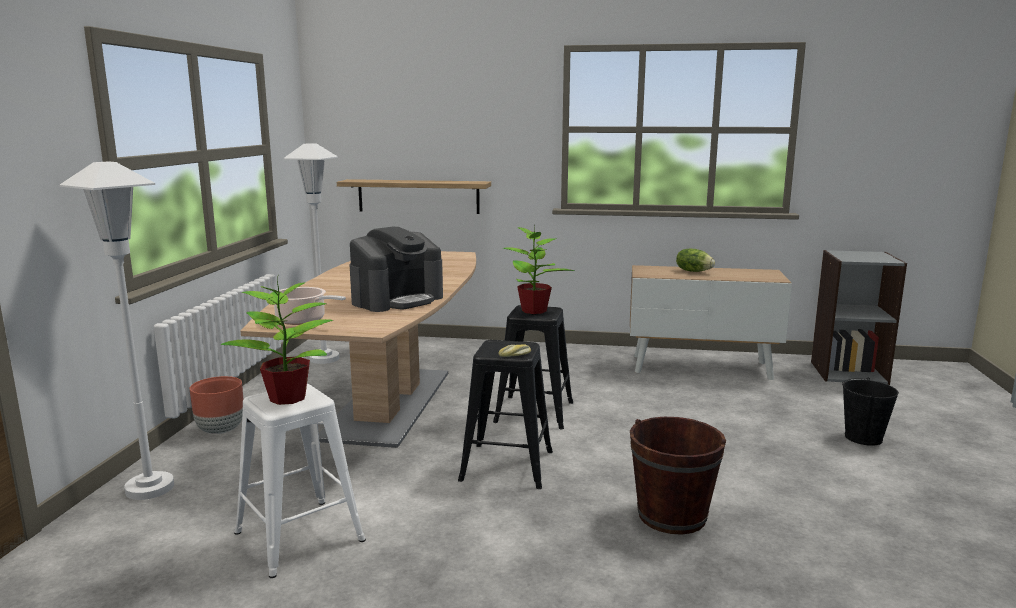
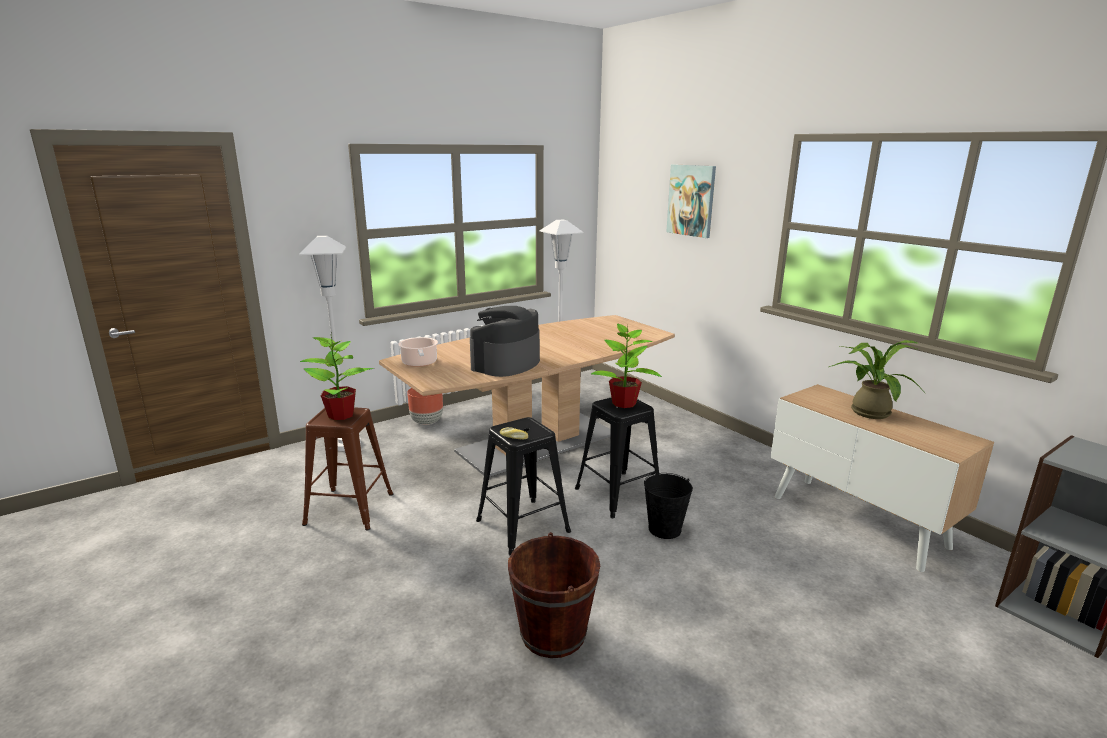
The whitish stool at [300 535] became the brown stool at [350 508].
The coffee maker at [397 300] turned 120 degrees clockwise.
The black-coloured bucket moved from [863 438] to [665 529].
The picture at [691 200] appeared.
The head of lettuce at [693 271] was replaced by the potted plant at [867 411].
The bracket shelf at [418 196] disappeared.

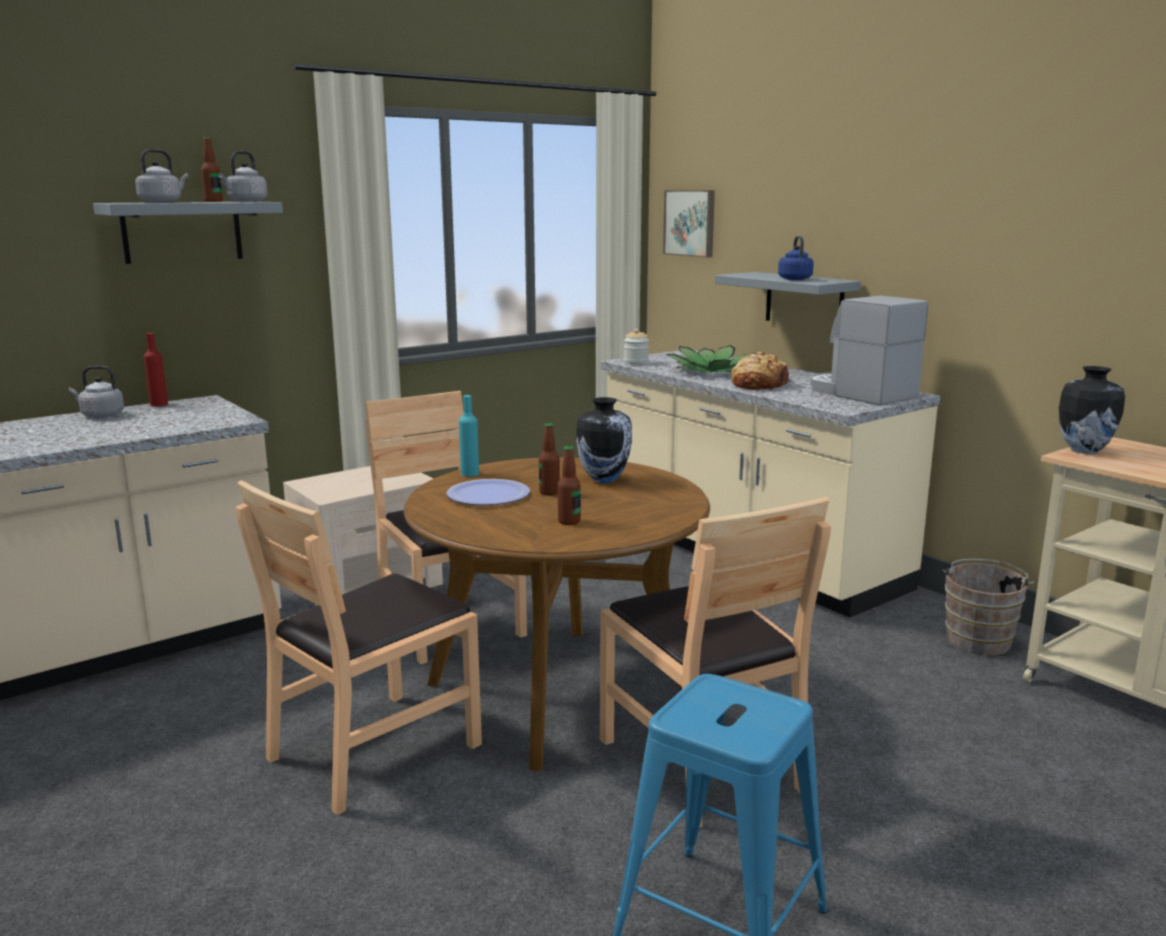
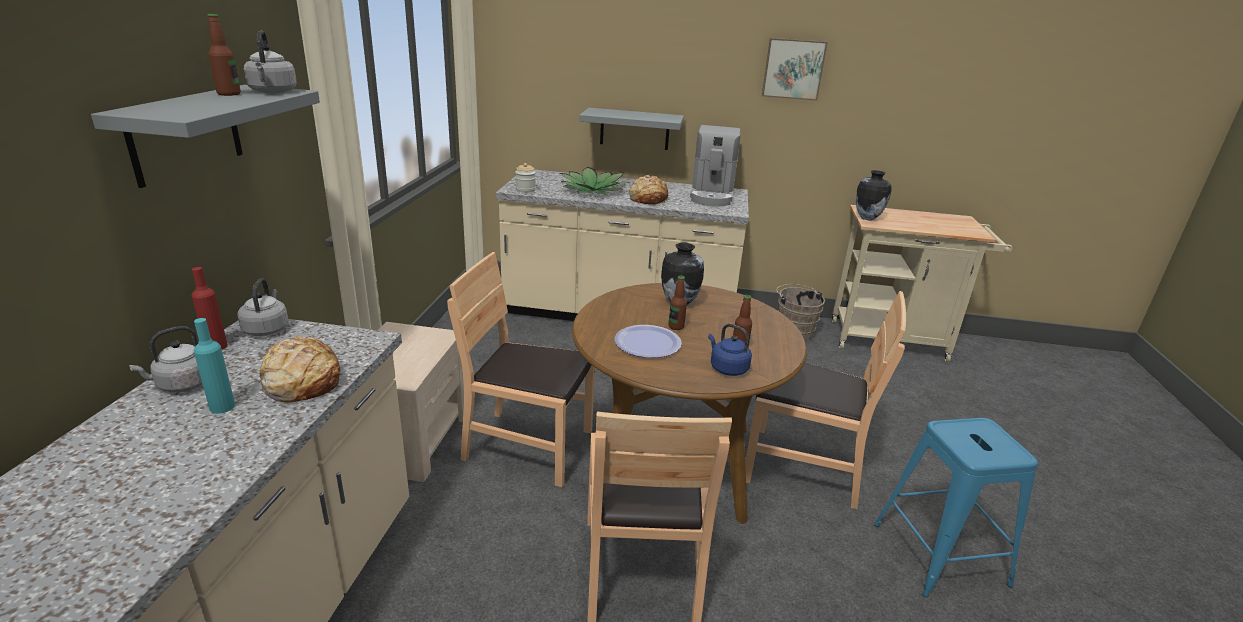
The turquoise-coloured bottle moved from [470 474] to [222 407].
The greyish tea kettle moved from [162 202] to [267 328].
The bakery bread at [301 382] appeared.
The coffee maker at [859 393] turned 90 degrees counterclockwise.
The blue-coloured tea kettle moved from [794 279] to [727 368].
The picture moved from [690 223] to [793 69].

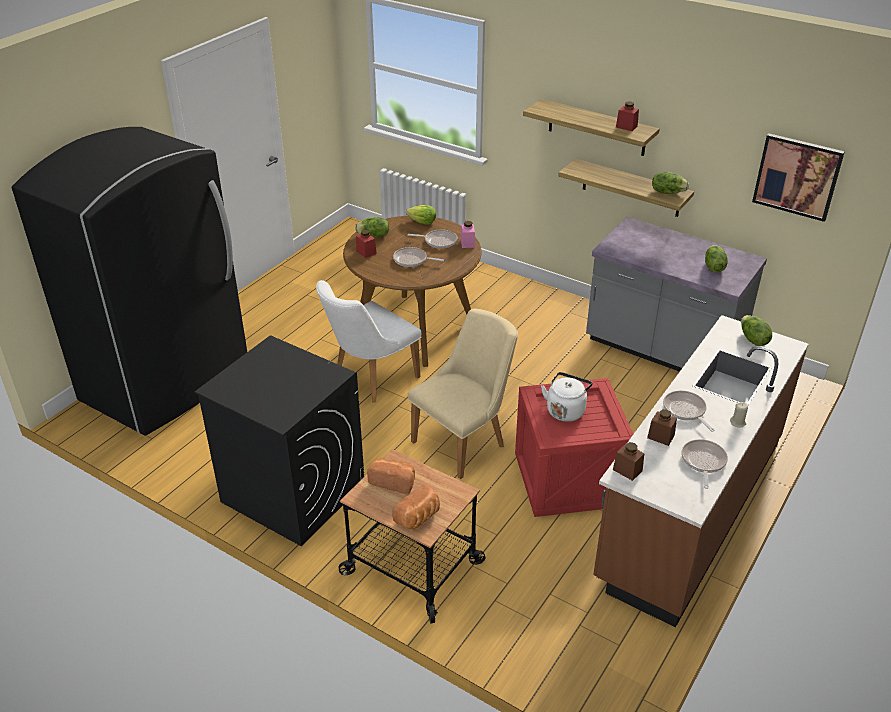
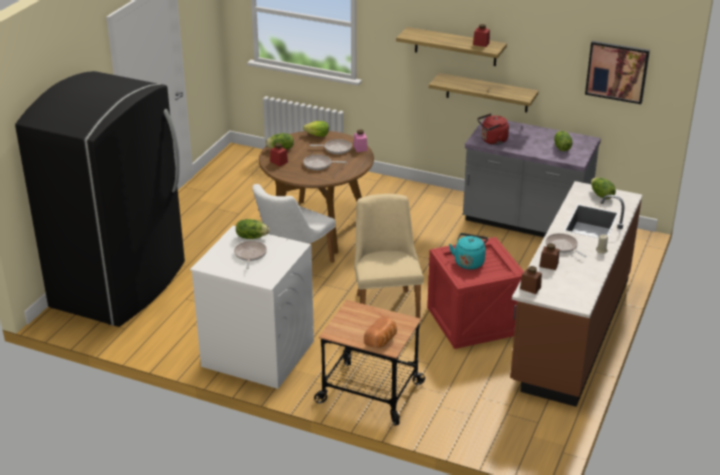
The black-coloured washing machine at [292 492] became the whitish washing machine at [257 353].
The skillet moved from [703 462] to [250 255].
The head of lettuce moved from [667 192] to [251 237].
The beige chair at [465 440] turned 45 degrees counterclockwise.
The whitish tea kettle at [566 410] became the turquoise-coloured tea kettle at [469 262].
The red-coloured tea kettle at [492 141] appeared.
The bakery bread at [393 481] disappeared.

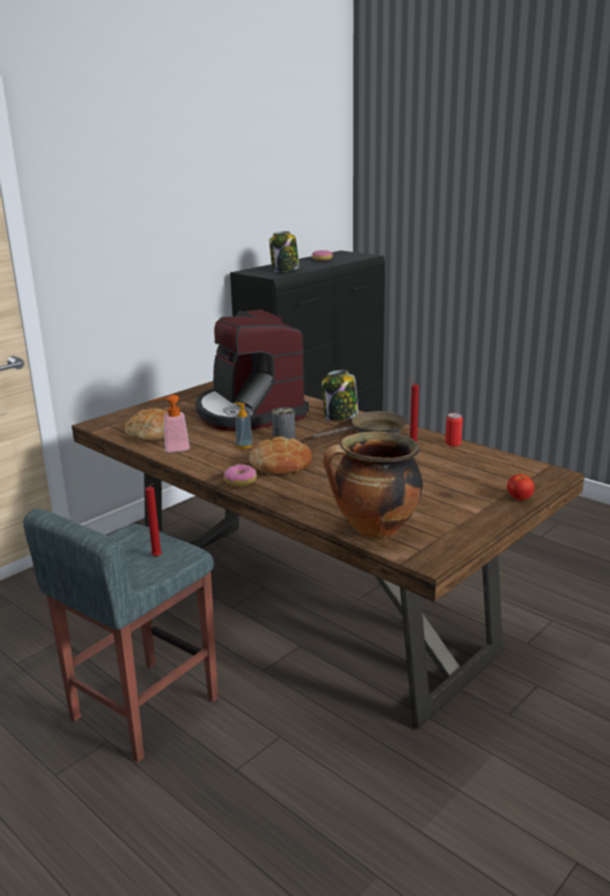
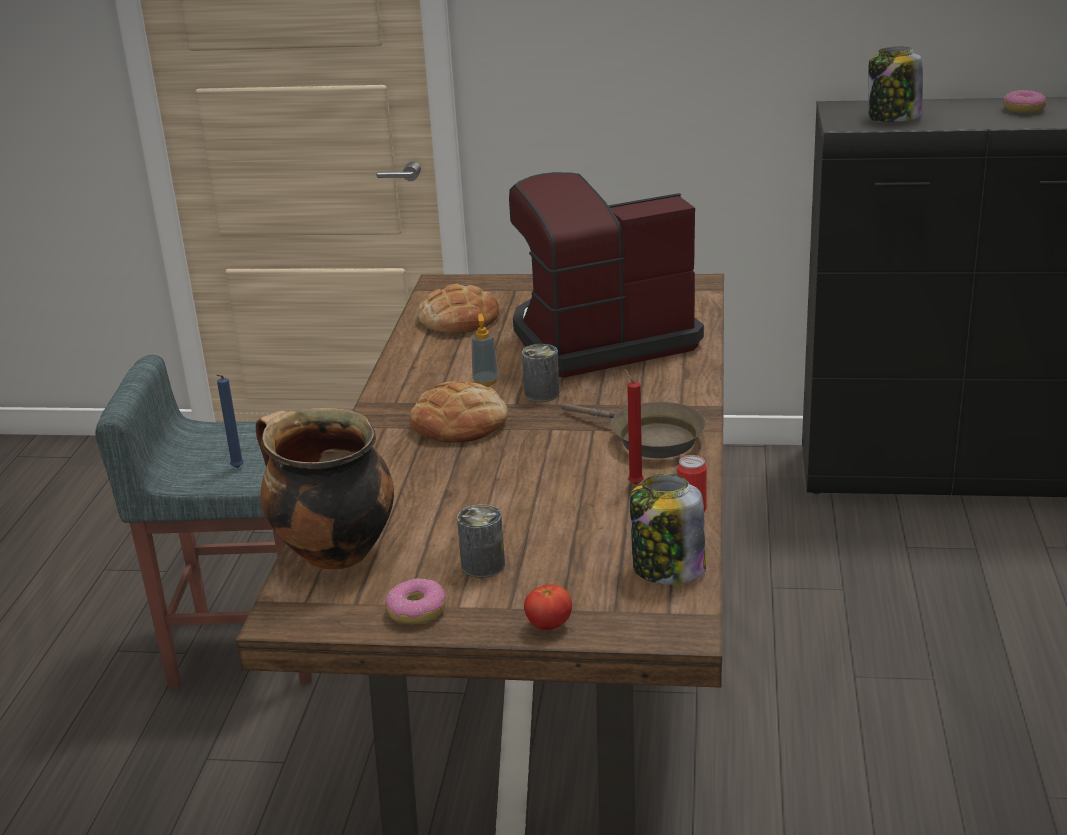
The red-coloured wax light at [157 557] became the blue-coloured wax light at [236 469].
The doughnut moved from [240 481] to [416 610].
The metal can at [483 565] appeared.
The coffee maker at [249 412] turned 45 degrees clockwise.
The jar moved from [340 416] to [667 569].
The liquid soap bottle at [171 448] disappeared.

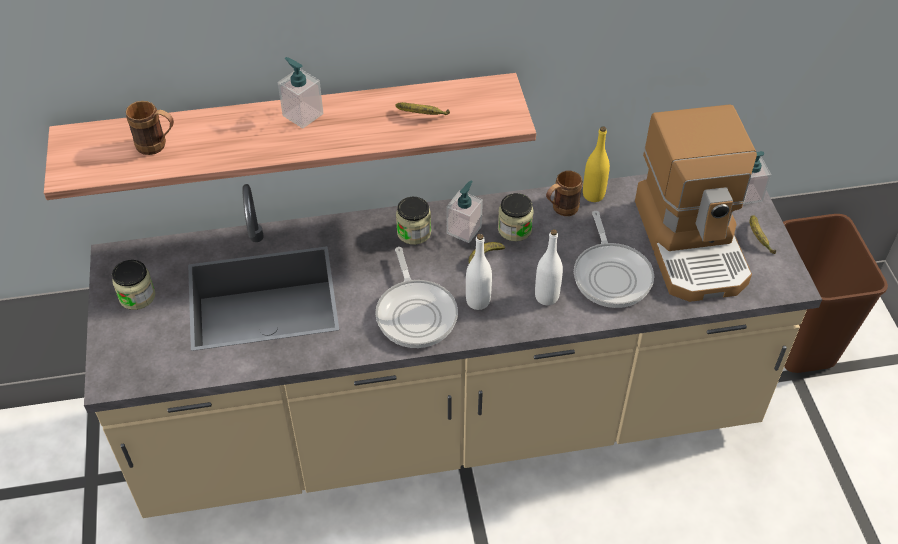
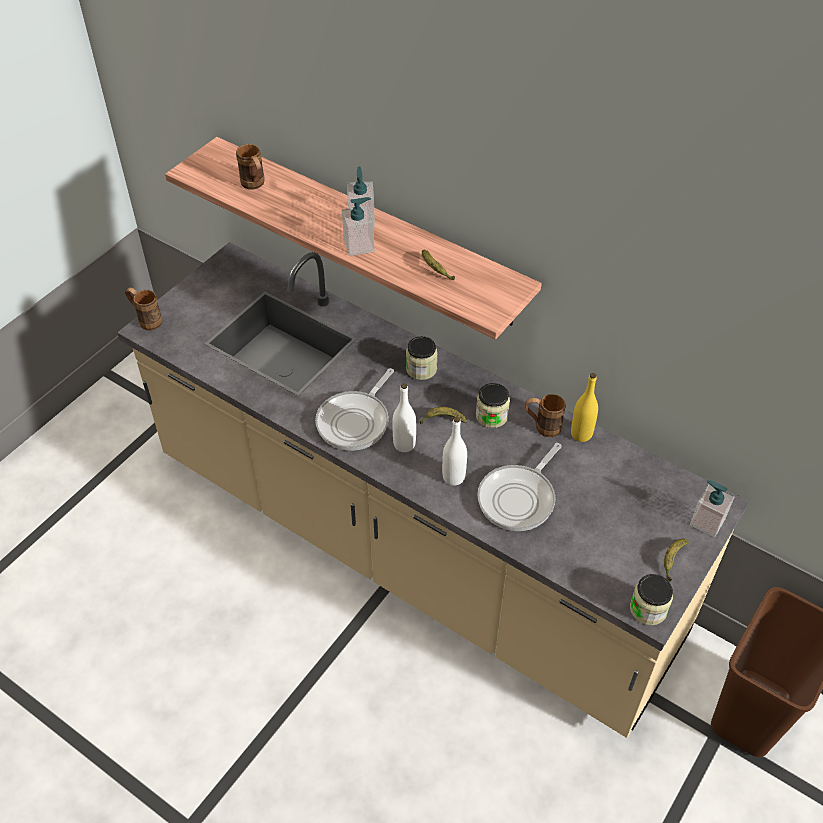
The brown tea mug at [146 320] appeared.
The liquid soap bottle moved from [464 230] to [359 246].
The jar moved from [137 296] to [648 609].
The coffee maker at [692 243] disappeared.

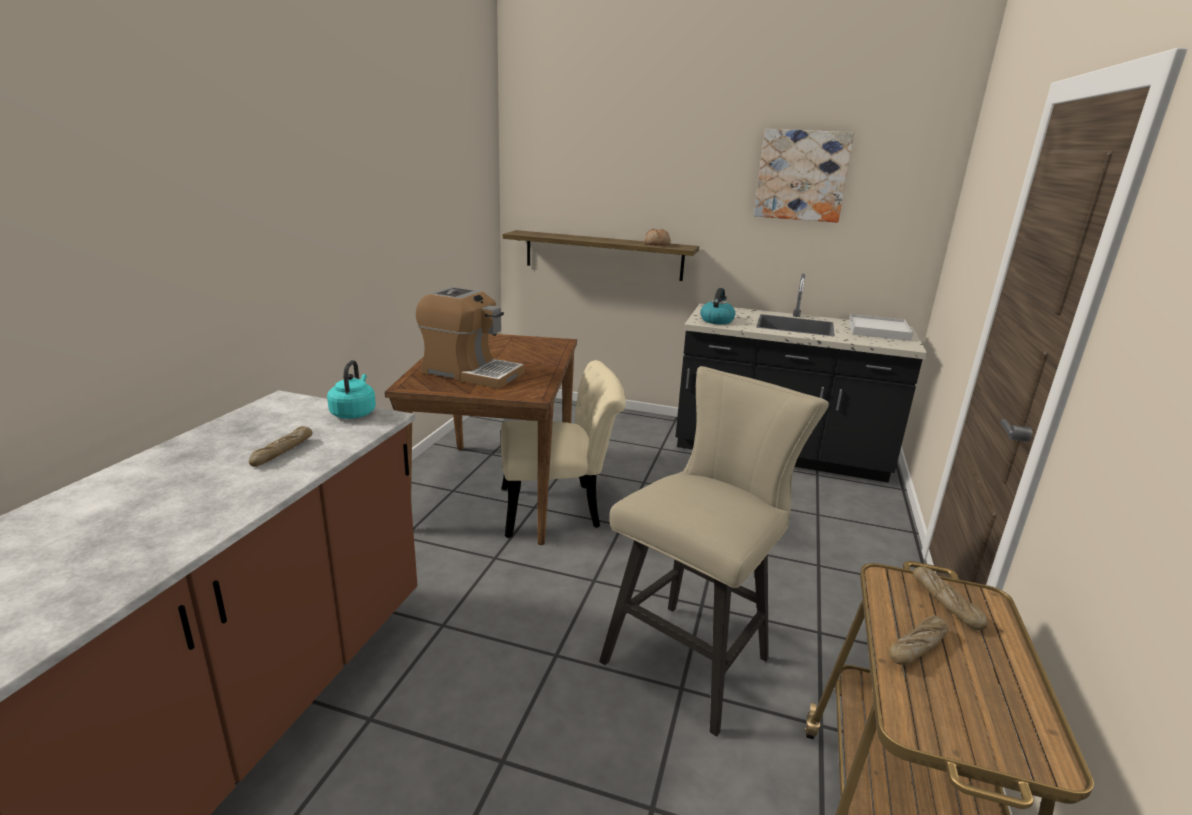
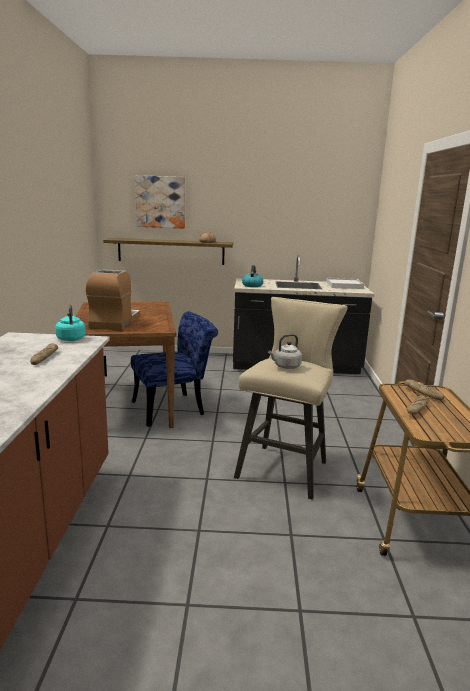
The coffee maker at [471 373] turned 90 degrees counterclockwise.
The beige chair at [560 509] became the blue-coloured chair at [174 408].
The picture moved from [802 175] to [160 202].
The greyish tea kettle at [285 366] appeared.

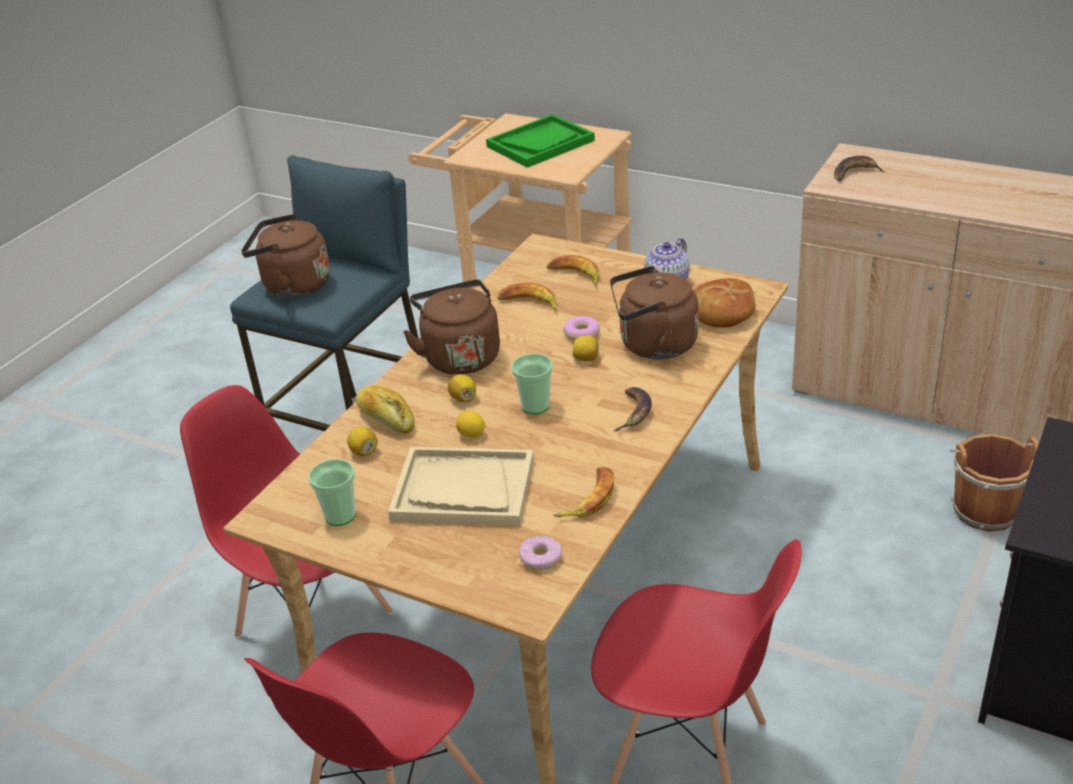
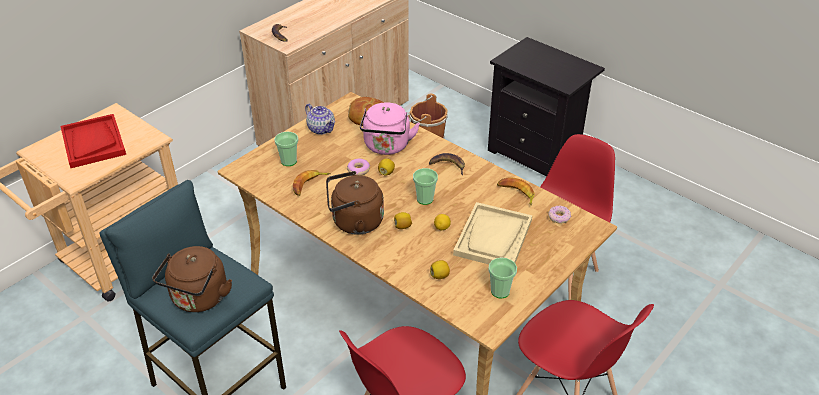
The green tray at [540 143] became the red-coloured tray at [93 142].
The banana fruit at [575 275] was replaced by the drinking cup at [289 161].
The brown tea kettle at [653 345] became the pink-coloured tea kettle at [387 147].
The bakery bread at [386 418] disappeared.

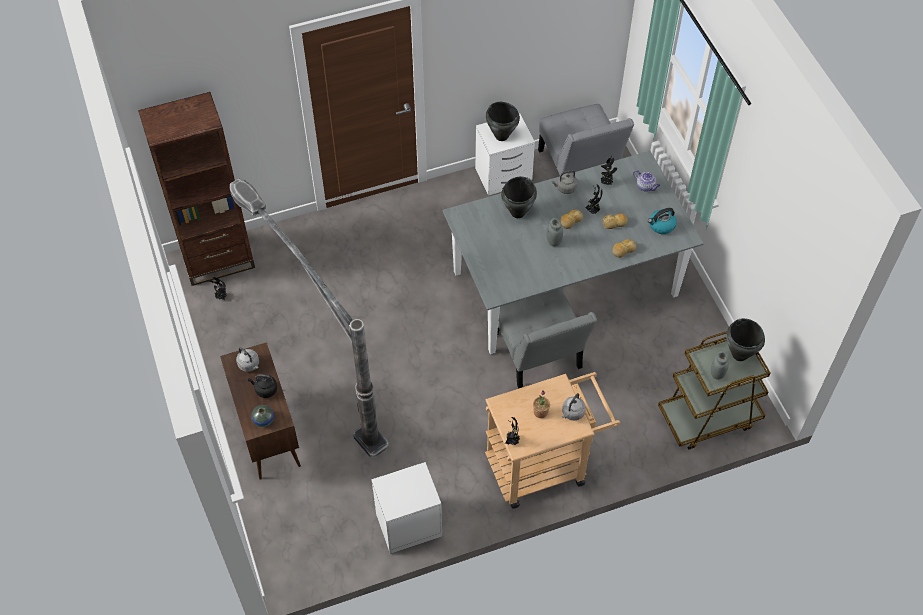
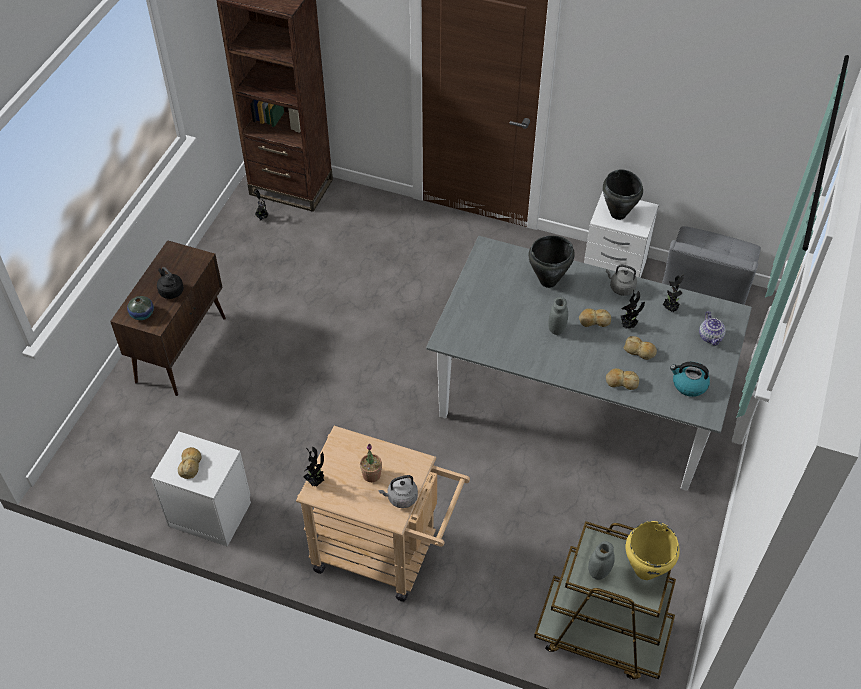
The bakery bread at [190 465] appeared.
The black-coloured stockpot at [739 355] became the yellow stockpot at [644 570].
The standard lamp at [321 384] disappeared.
The greyish tea kettle at [249 365] disappeared.
The greyish chair at [538 355] disappeared.

